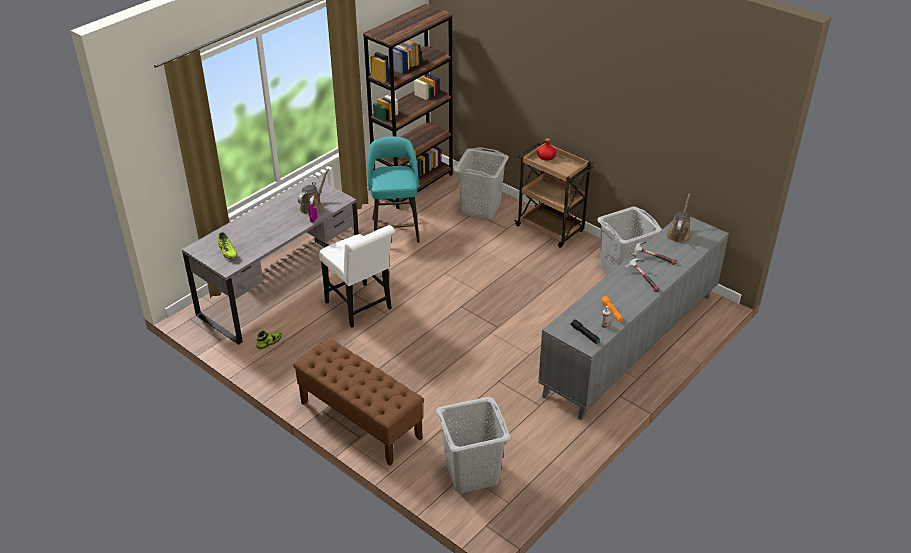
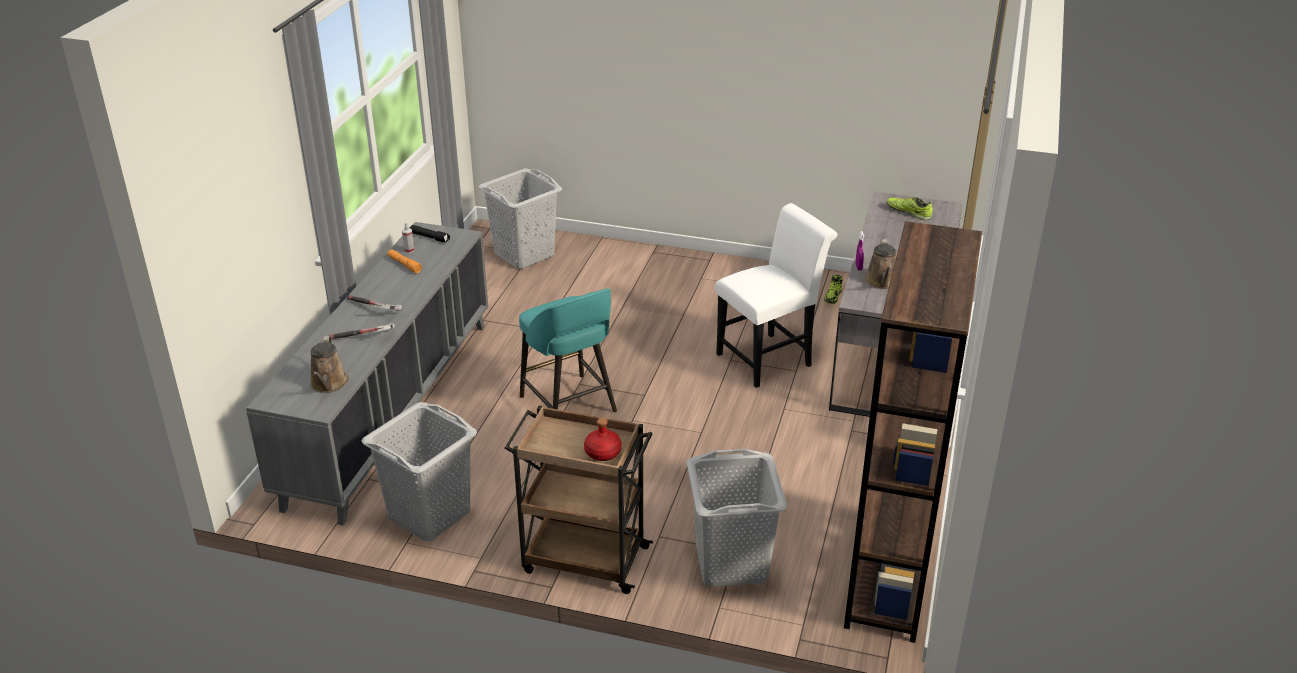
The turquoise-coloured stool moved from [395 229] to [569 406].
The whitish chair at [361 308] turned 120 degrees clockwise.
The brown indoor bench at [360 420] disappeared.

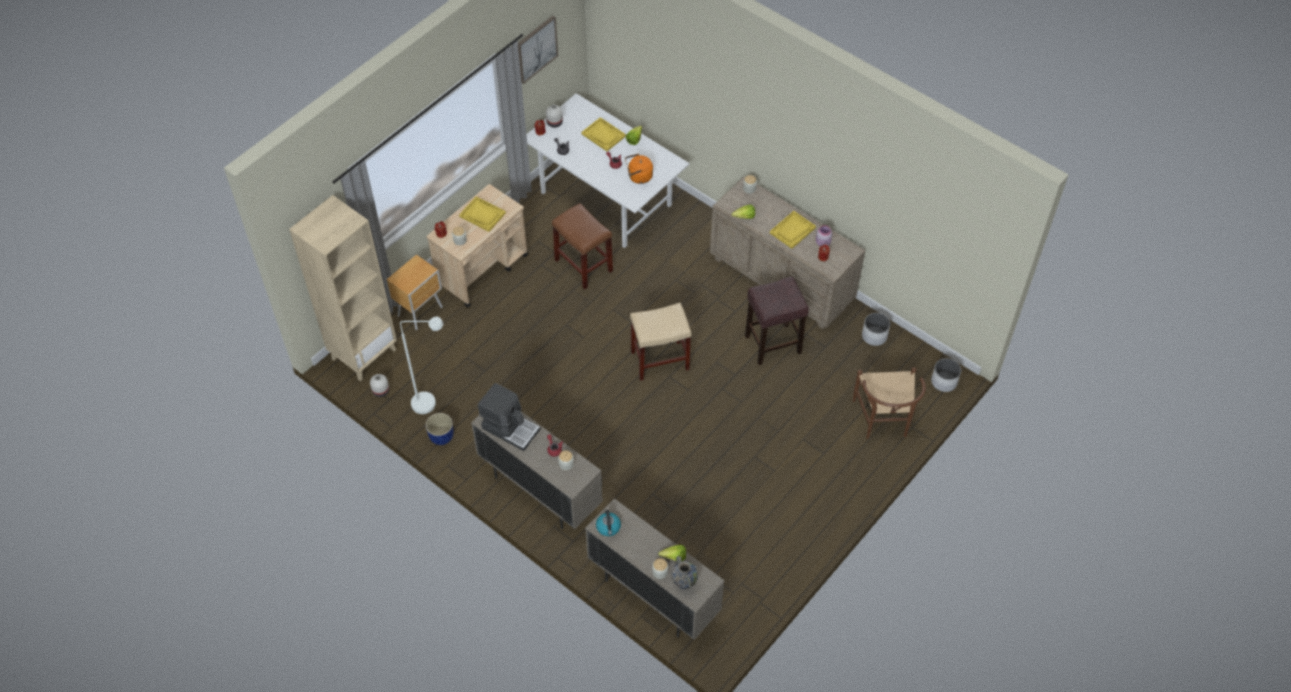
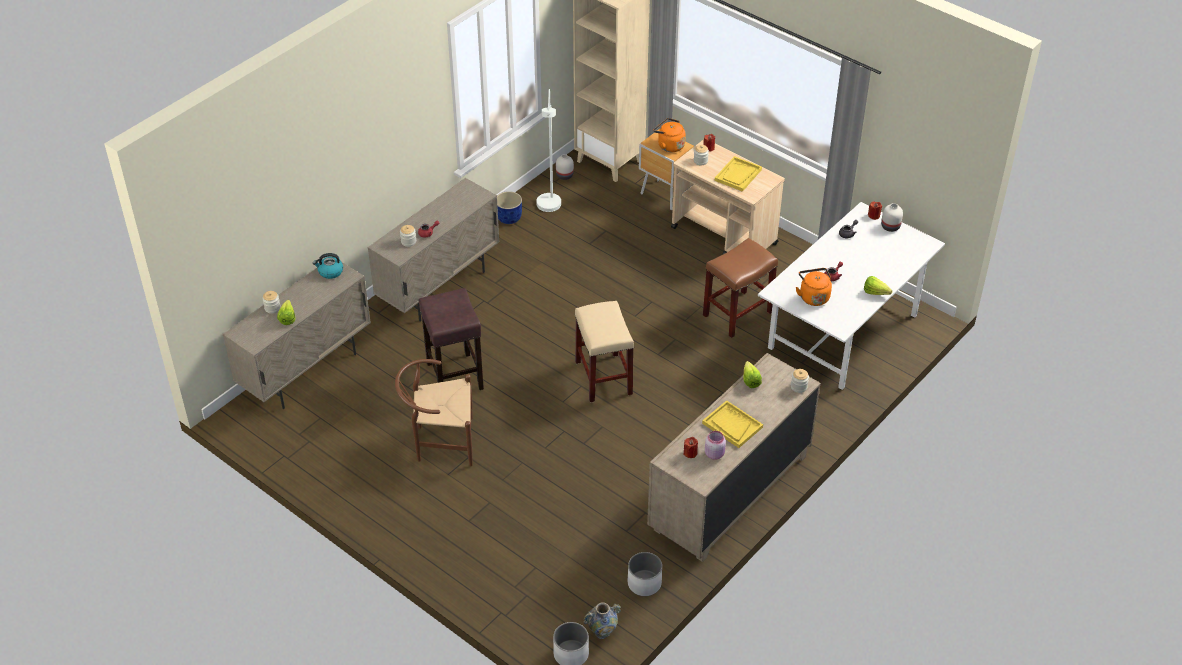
The brown chair moved from [883 422] to [439 442].
The brown stool moved from [772 345] to [454 375].
The vase moved from [684 583] to [602 632].
The orangey tea kettle at [669 145] appeared.
The coffee maker at [510 428] disappeared.
The picture at [536 49] disappeared.
The yellow tray at [603 135] disappeared.

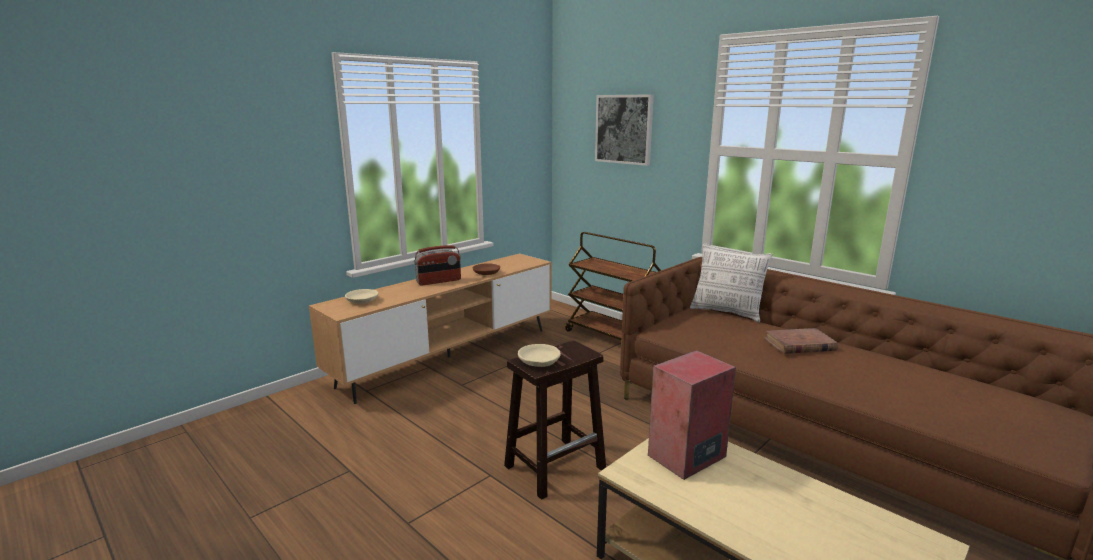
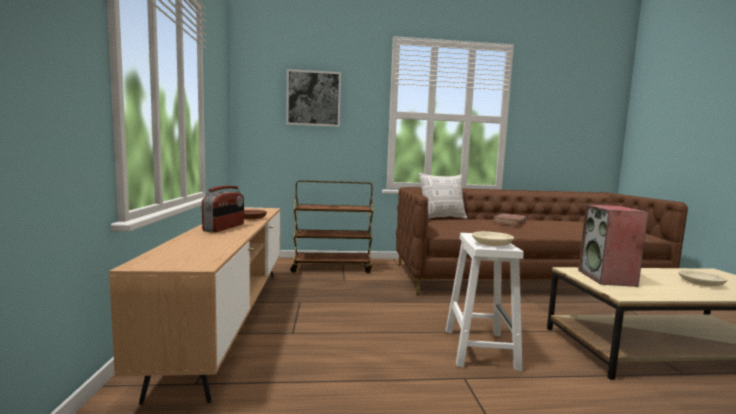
The brown stool at [556 466] became the whitish stool at [479 348].
The beige serving bowl moved from [362 301] to [701 283].

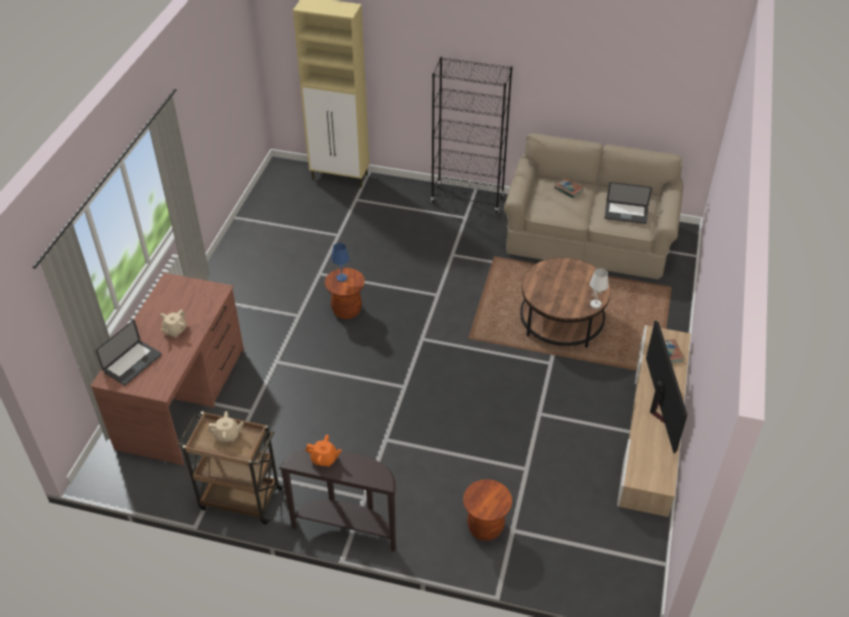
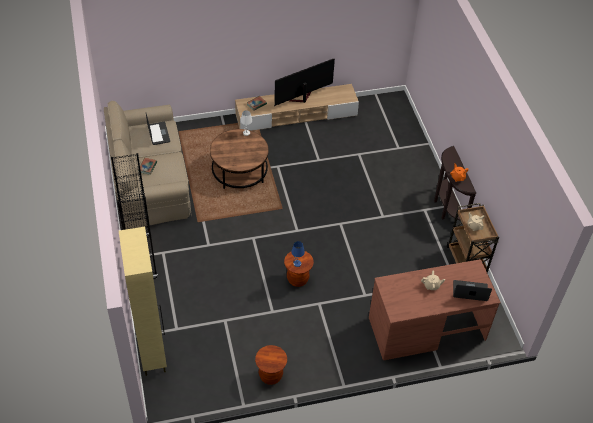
The brown stool moved from [485 527] to [270 375].

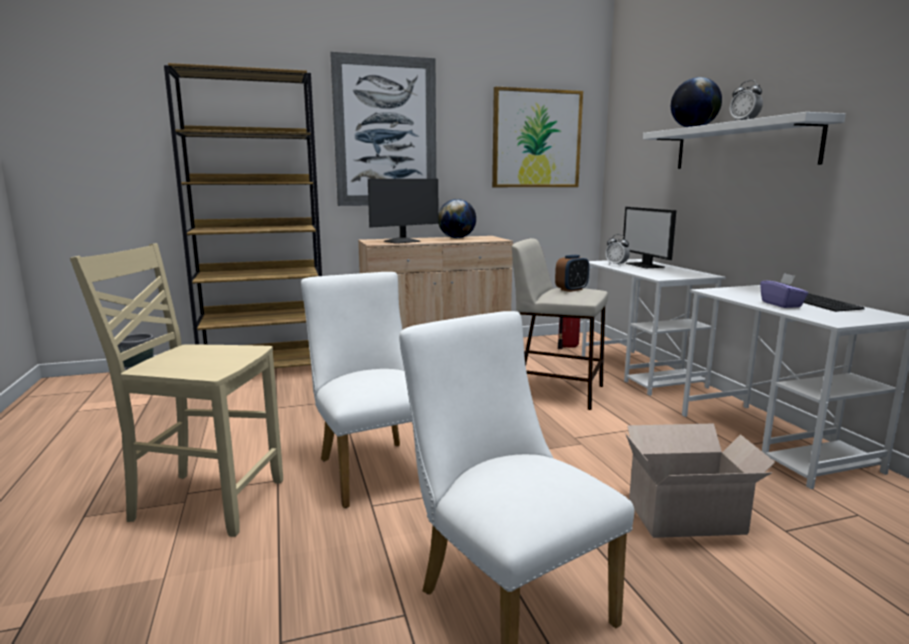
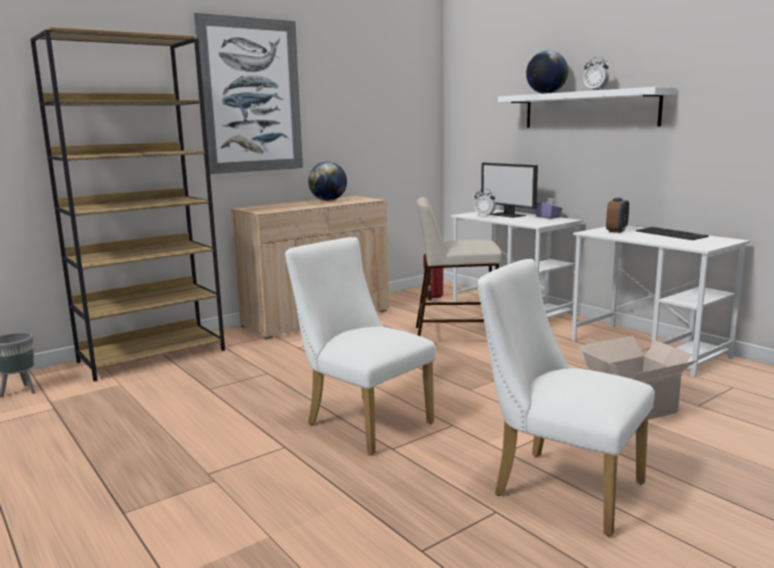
The purple-coloured tissue box moved from [781 304] to [548 217].
The table clock moved from [571 290] to [616 231].
The beige chair at [205 501] disappeared.
The computer display at [402 241] disappeared.
The picture at [536 139] disappeared.

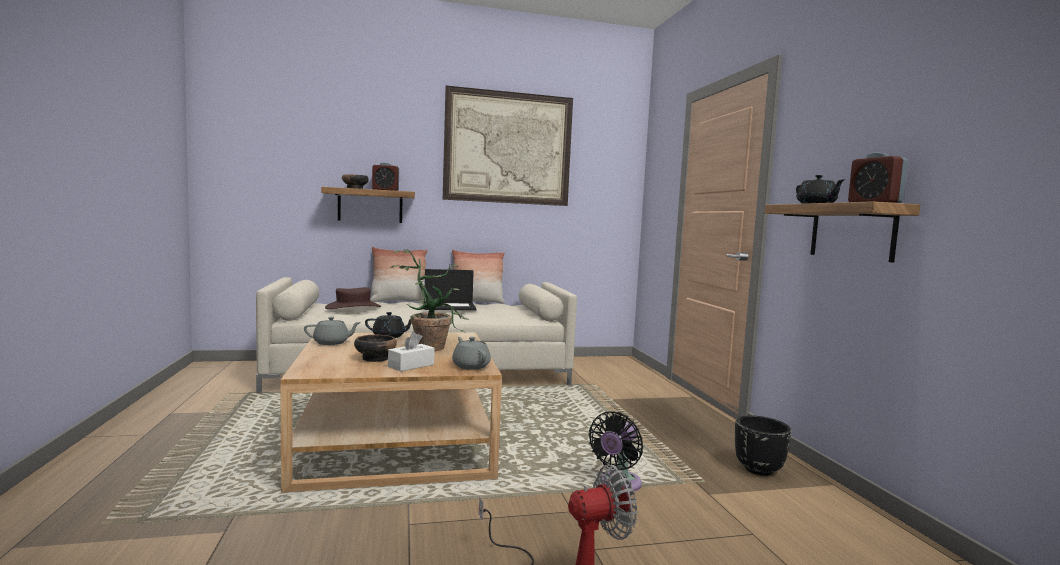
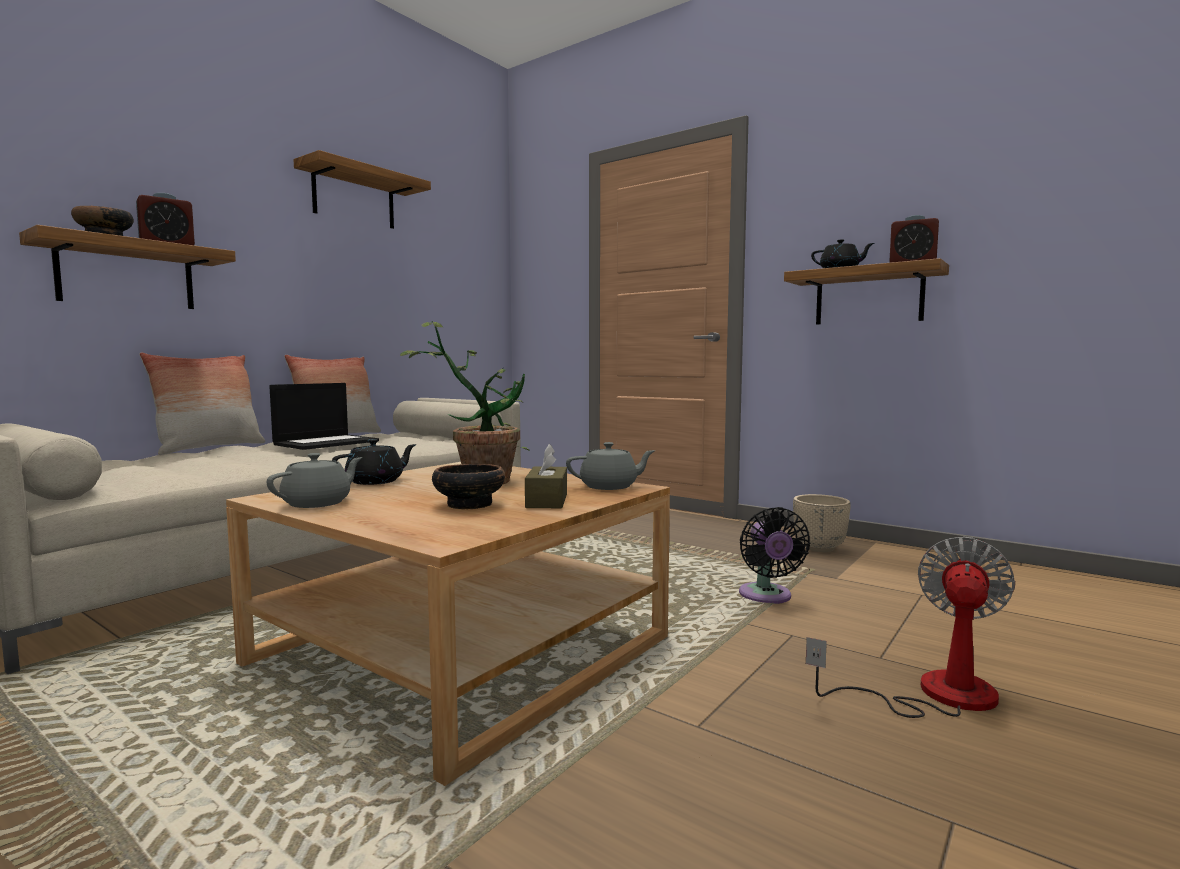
The picture at [508 148] was replaced by the bracket shelf at [354 198].
The whitish tissue box at [411 365] became the brown tissue box at [547 500].
The greyish tea pot at [471 366] turned 150 degrees clockwise.
The black-coloured plant pot at [759 470] became the beige plant pot at [820 548].
The brown wearable hat at [353 307] disappeared.

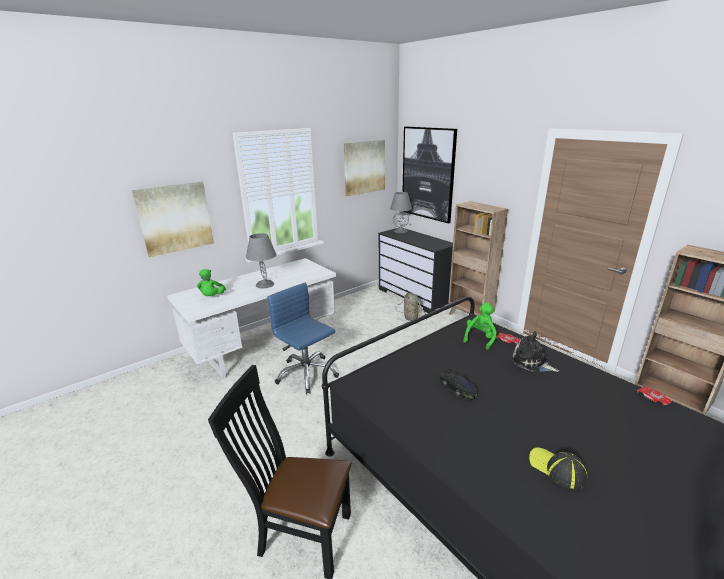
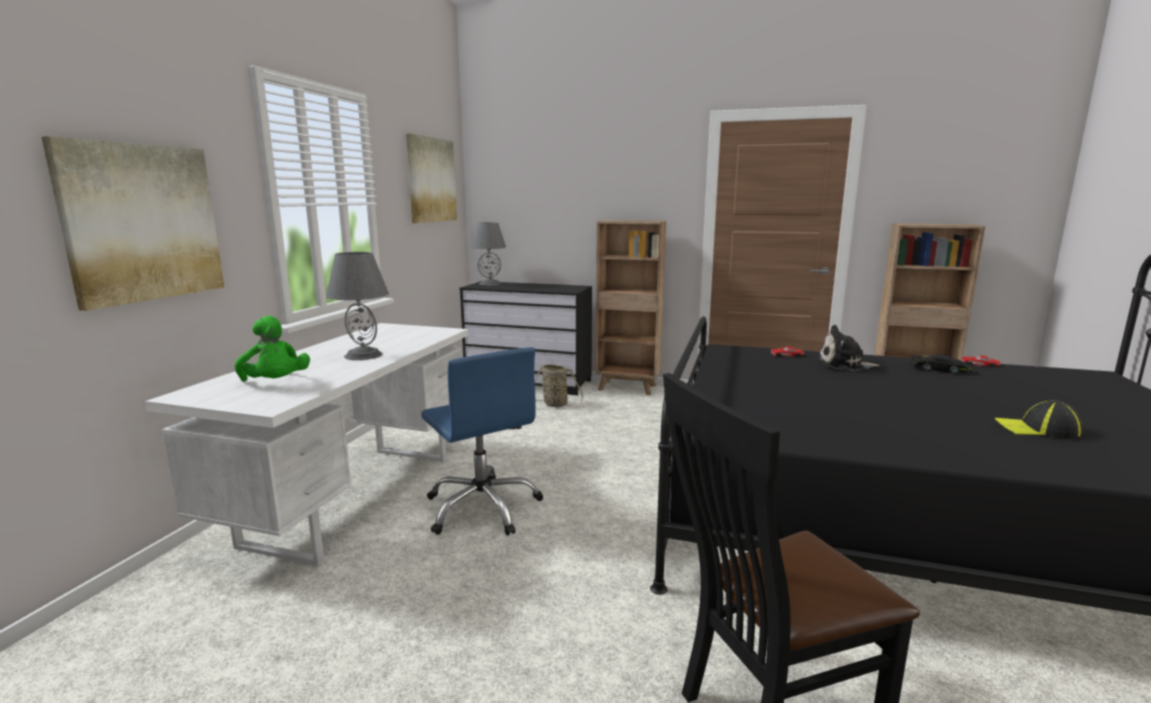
The blue-coloured computer chair at [306 374] turned 135 degrees counterclockwise.
The black-coloured miniature car moved from [458 388] to [940 369].
The picture at [428 174] disappeared.
The green cuddly toy at [480 339] disappeared.

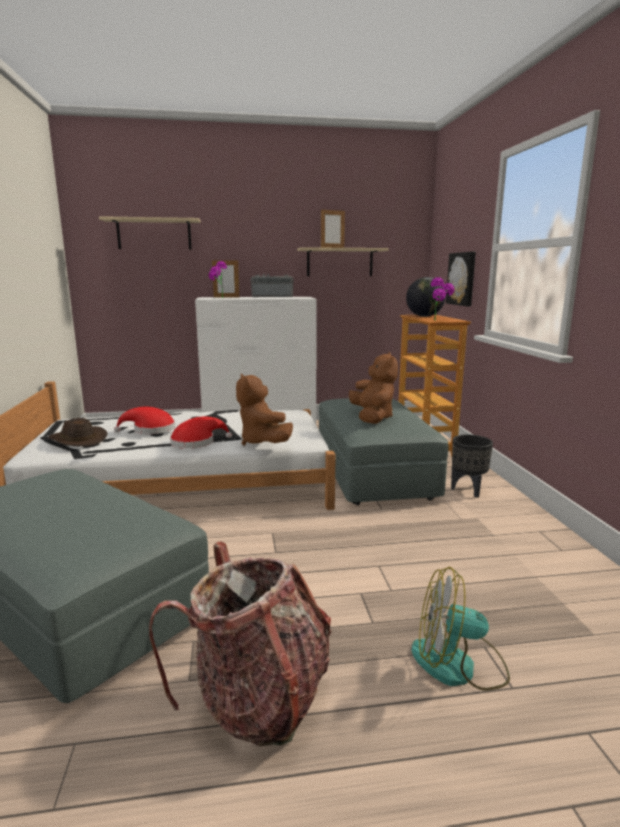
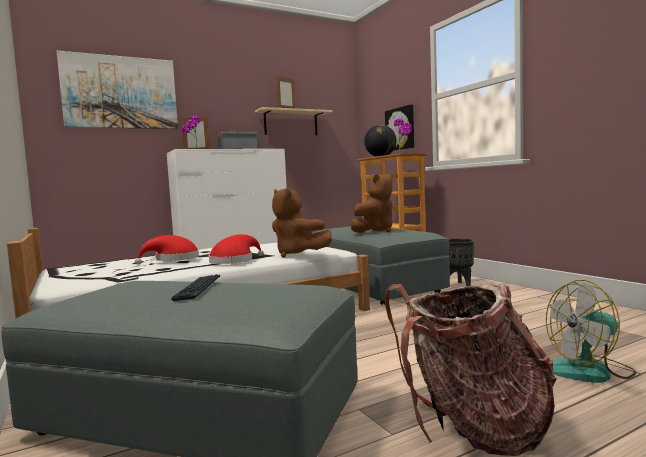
The beige bracket shelf at [154 234] was replaced by the picture at [120 92].
The computer keyboard at [198 288] appeared.
The brown cuddly toy at [372 418] turned 75 degrees clockwise.
The brown wearable hat at [77 440] disappeared.

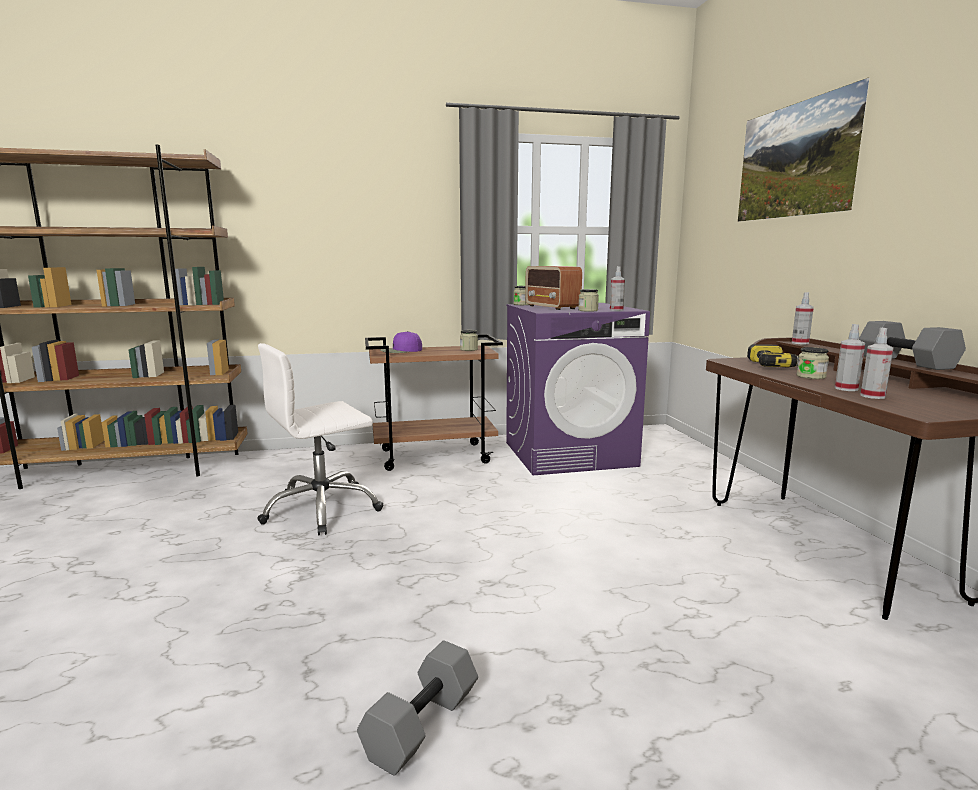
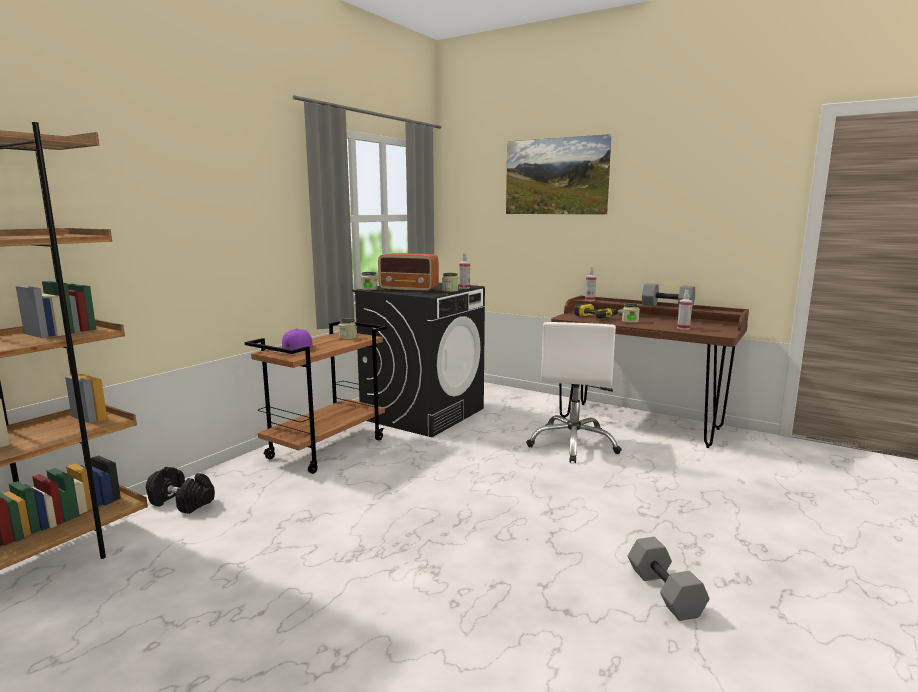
The black-coloured dumbbell at [182 502] appeared.
The purple-coloured washing machine at [569 454] became the black-coloured washing machine at [423 413].
The whitish computer chair moved from [322 509] to [573 444].
The spray bottle at [846 389] disappeared.

